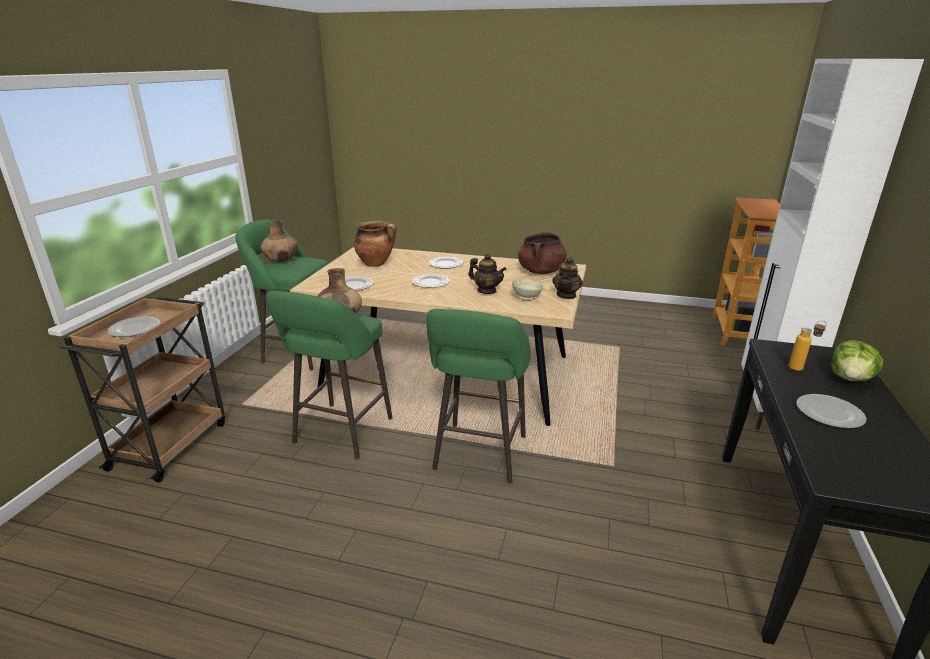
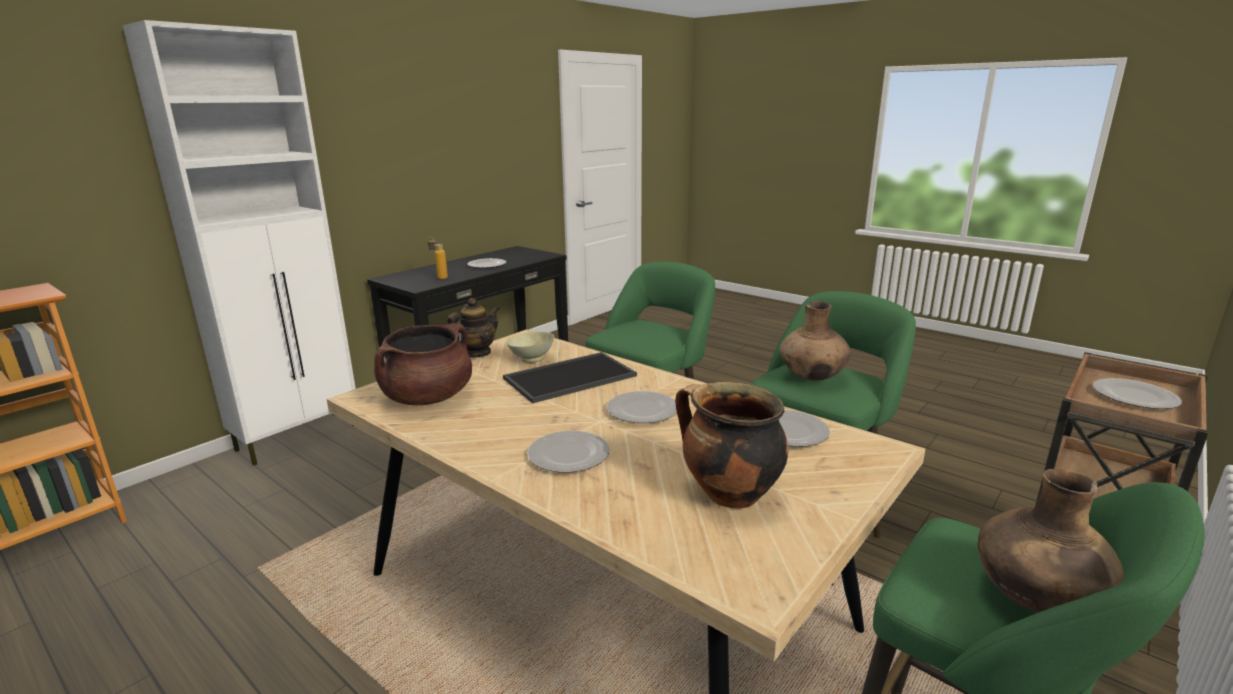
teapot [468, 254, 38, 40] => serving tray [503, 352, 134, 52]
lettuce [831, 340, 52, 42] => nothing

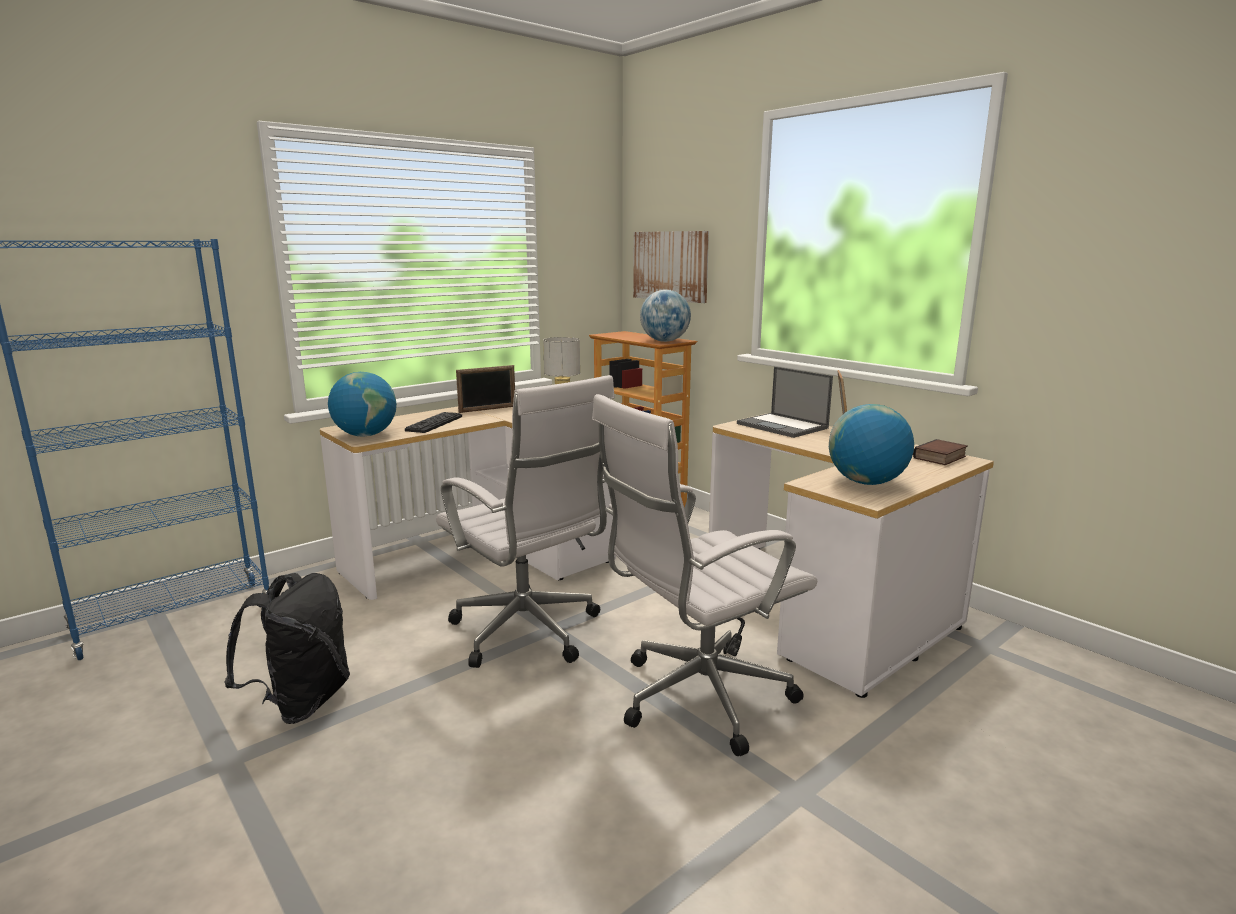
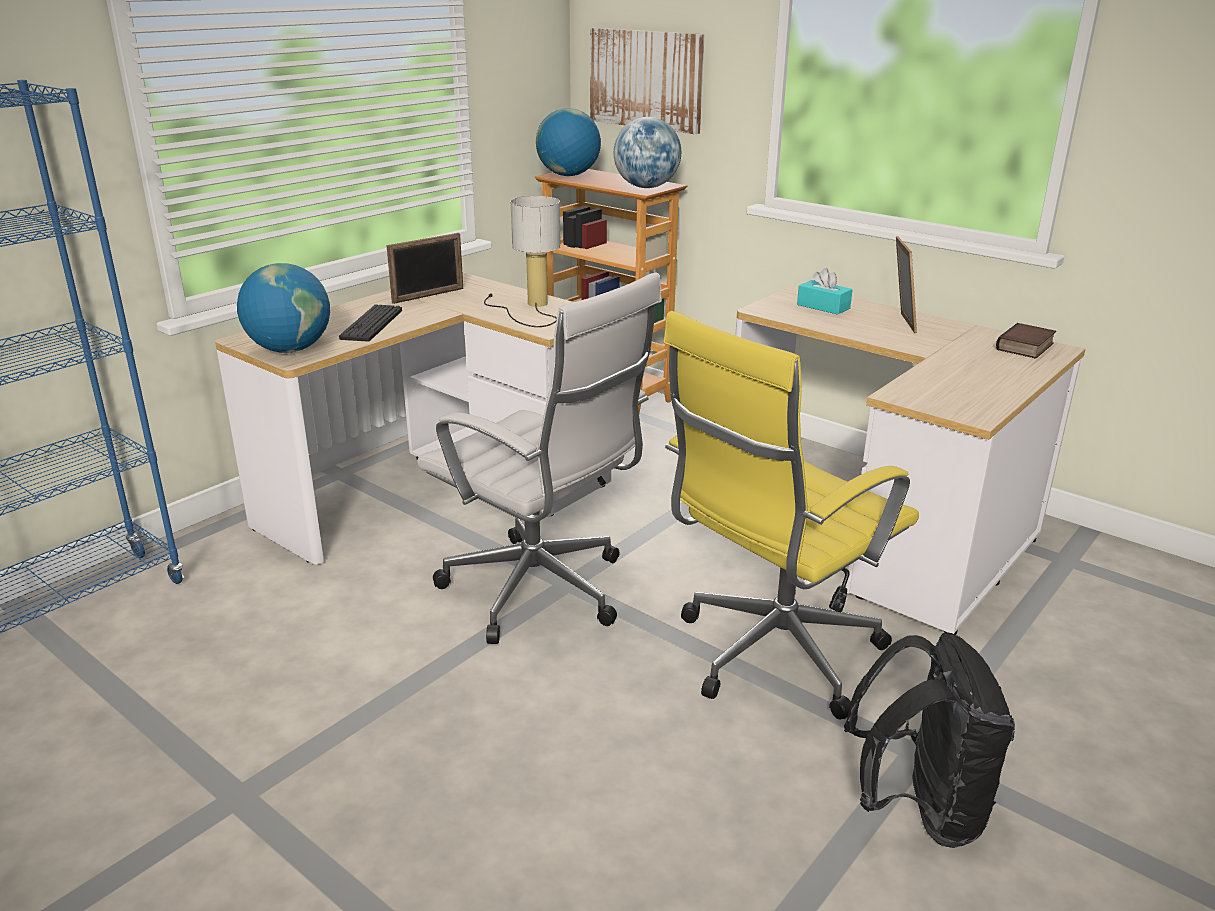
notebook computer [737, 367, 96, 71] => tissue holder (turquoise-coloured) [797, 268, 56, 47]
computer chair (whitish) [592, 394, 225, 362] => computer chair (yellowish) [663, 311, 256, 408]
world globe [829, 404, 85, 81] => world globe [536, 108, 65, 68], relocated
backpack (black-coloured) [224, 573, 126, 151] => backpack (black-coloured) [844, 632, 171, 216], relocated

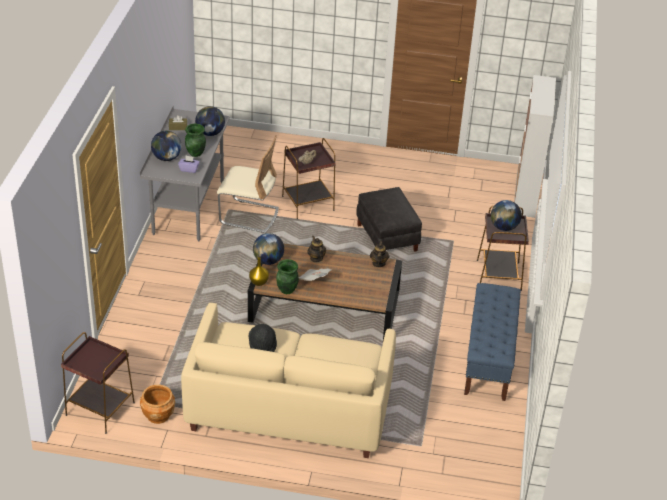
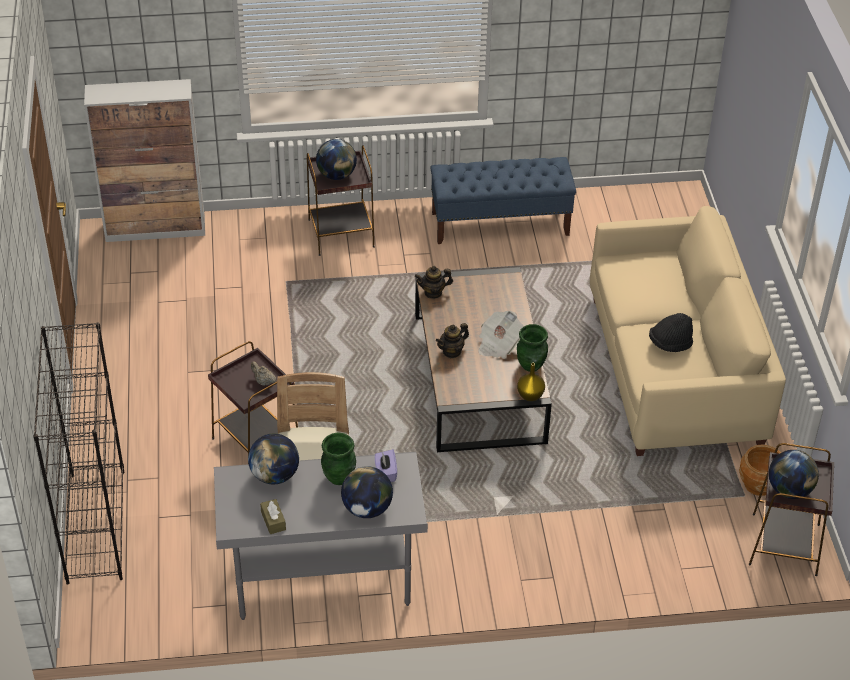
ottoman (black-coloured) [356, 187, 66, 64] => nothing
world globe [253, 233, 31, 32] => world globe [769, 450, 50, 49], relocated
nothing => bookcase (black-coloured) [33, 322, 92, 263]

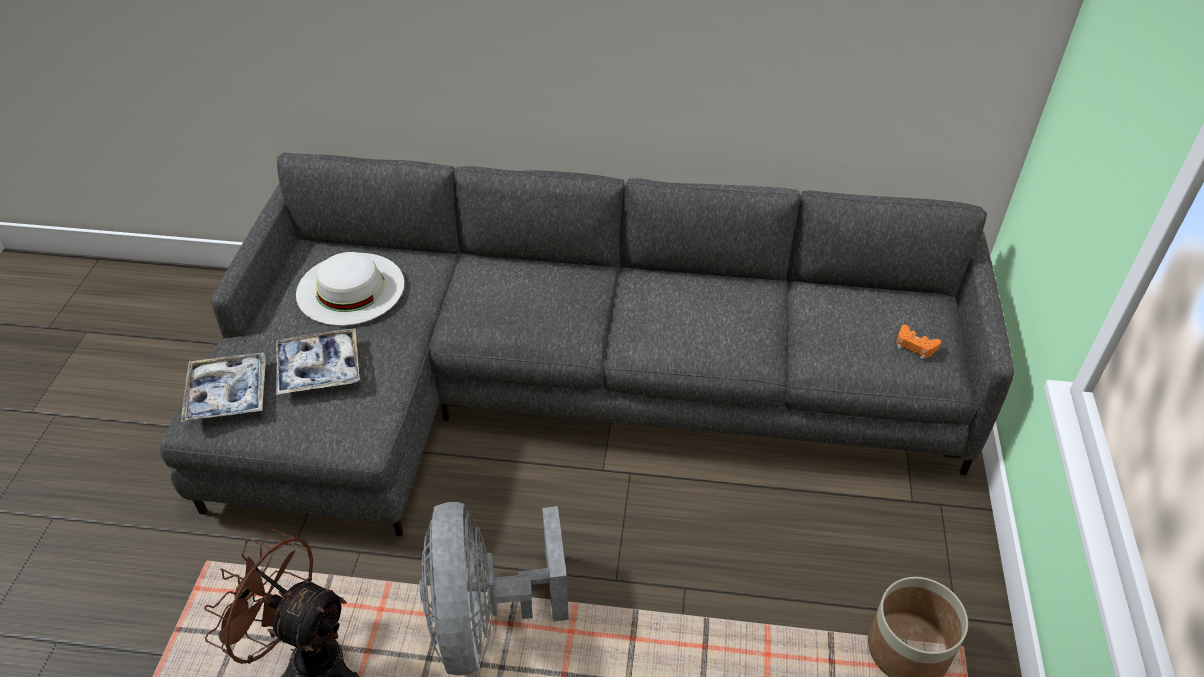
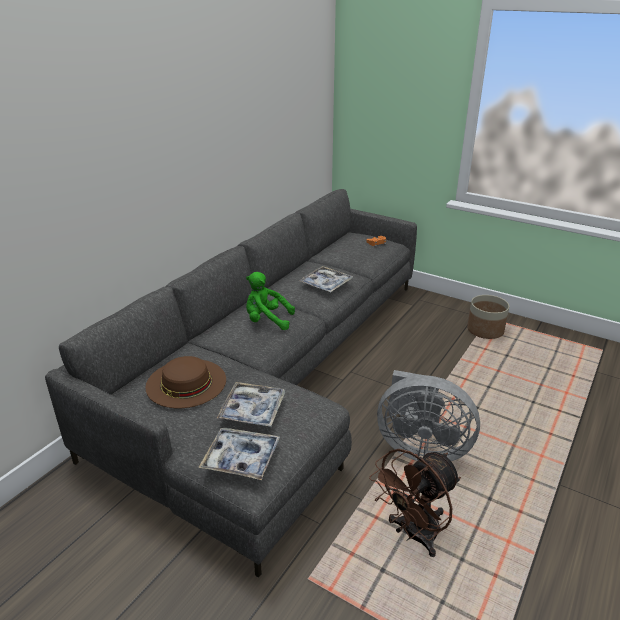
clothing hat (whitish) [296, 252, 108, 74] => clothing hat (brown-coloured) [145, 356, 81, 52]
nothing => serving tray [299, 266, 54, 26]
nothing => cuddly toy (green) [246, 272, 49, 58]

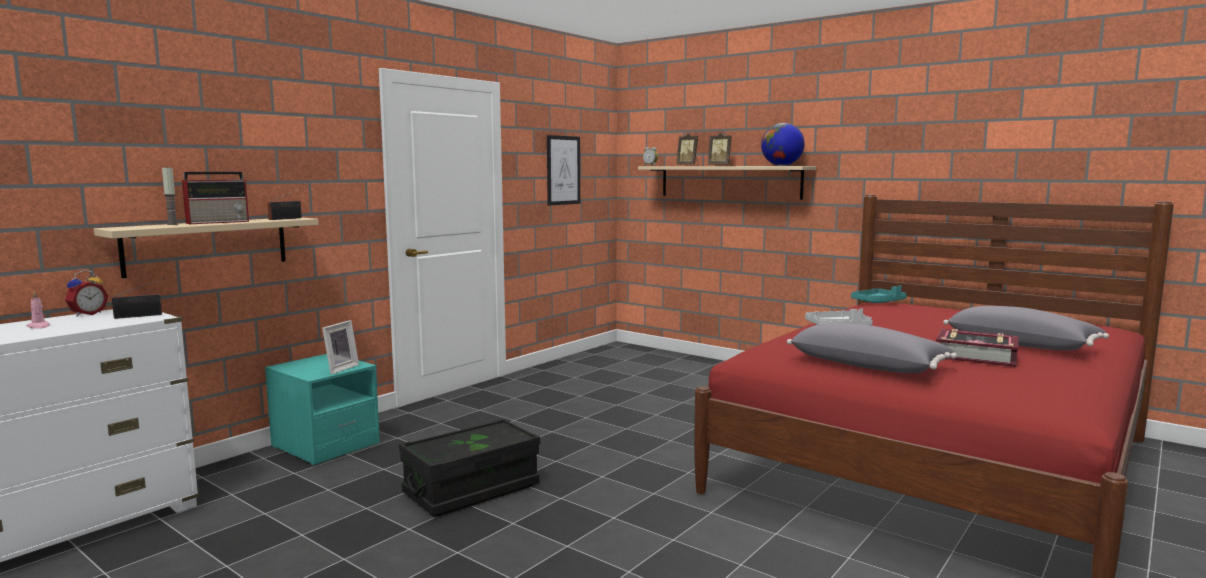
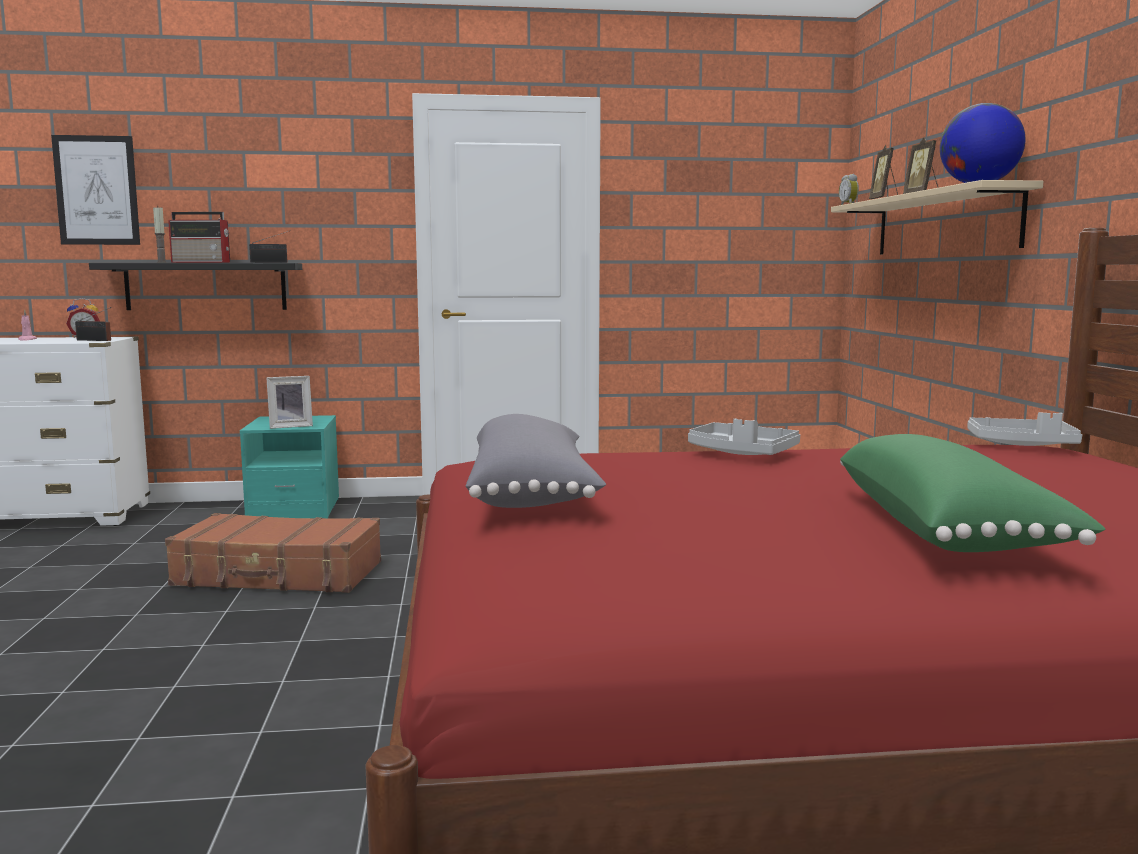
wall art [547, 135, 33, 71] => wall art [51, 135, 89, 110], relocated
wall shelf (beige-coloured) [94, 218, 225, 60] => wall shelf (black-coloured) [89, 263, 213, 47]
serving tray (turquoise-coloured) [851, 285, 56, 18] => serving tray (greyish) [967, 412, 115, 34]
pillow (greyish) [943, 306, 166, 45] => pillow (green) [840, 434, 265, 118]
bound book [936, 329, 83, 38] => nothing
storage box (black-coloured) [399, 418, 141, 99] => suitcase (brown-coloured) [165, 513, 216, 80]

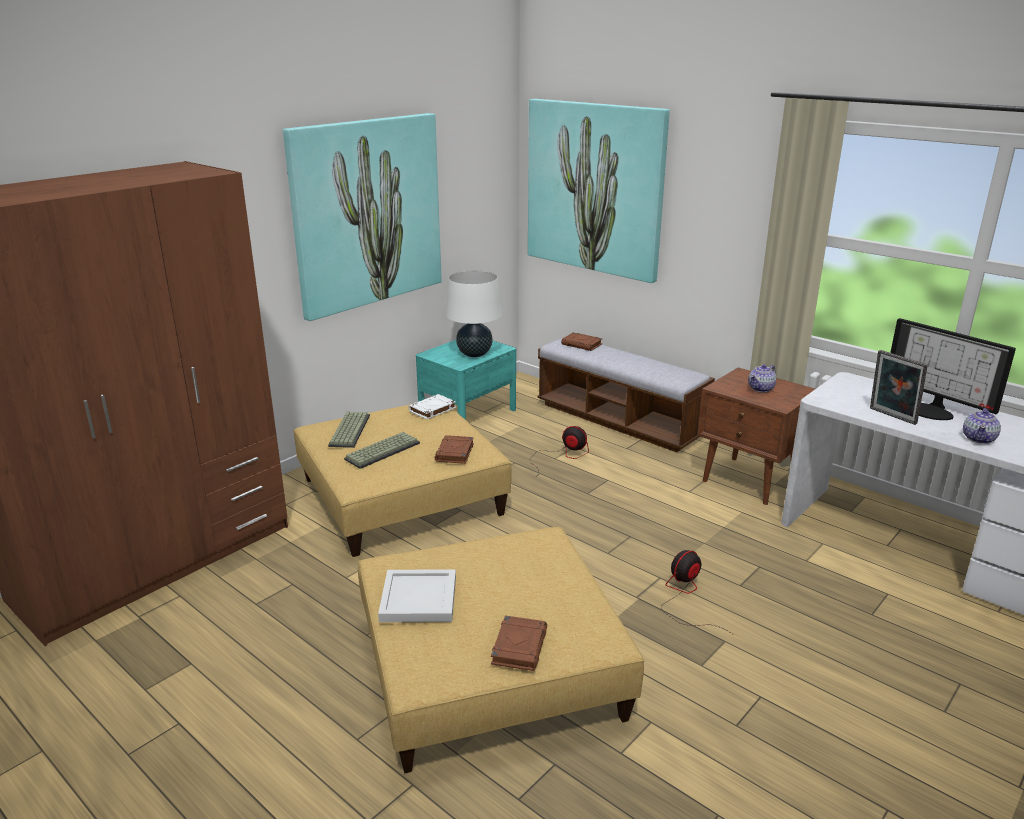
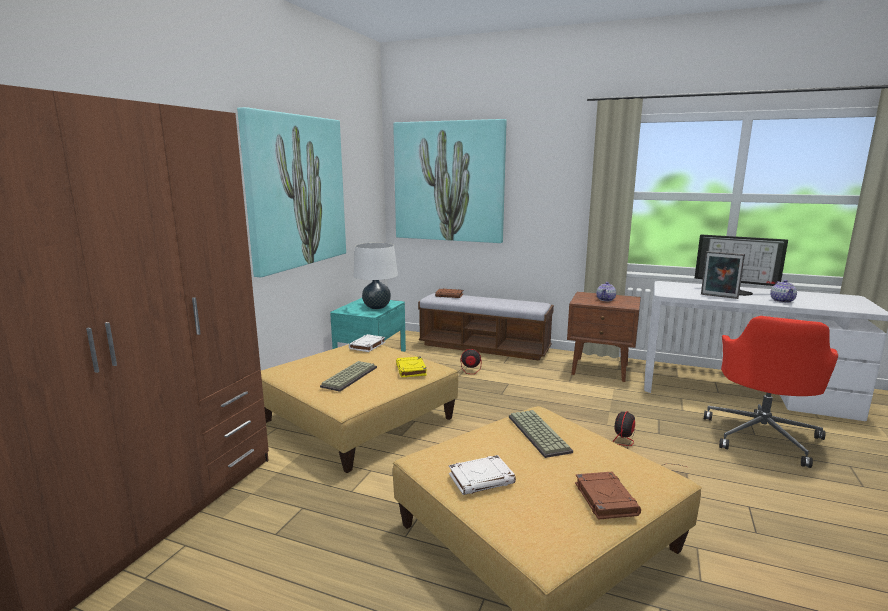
PC keyboard [328, 412, 42, 36] => PC keyboard [509, 410, 64, 48], relocated
bound book (brown-coloured) [435, 435, 39, 29] => bound book (yellowish) [396, 356, 31, 21]
serving tray (whitish) [378, 569, 78, 53] => bound book (whitish) [449, 455, 67, 40]
nothing => computer chair (red) [704, 316, 134, 152]

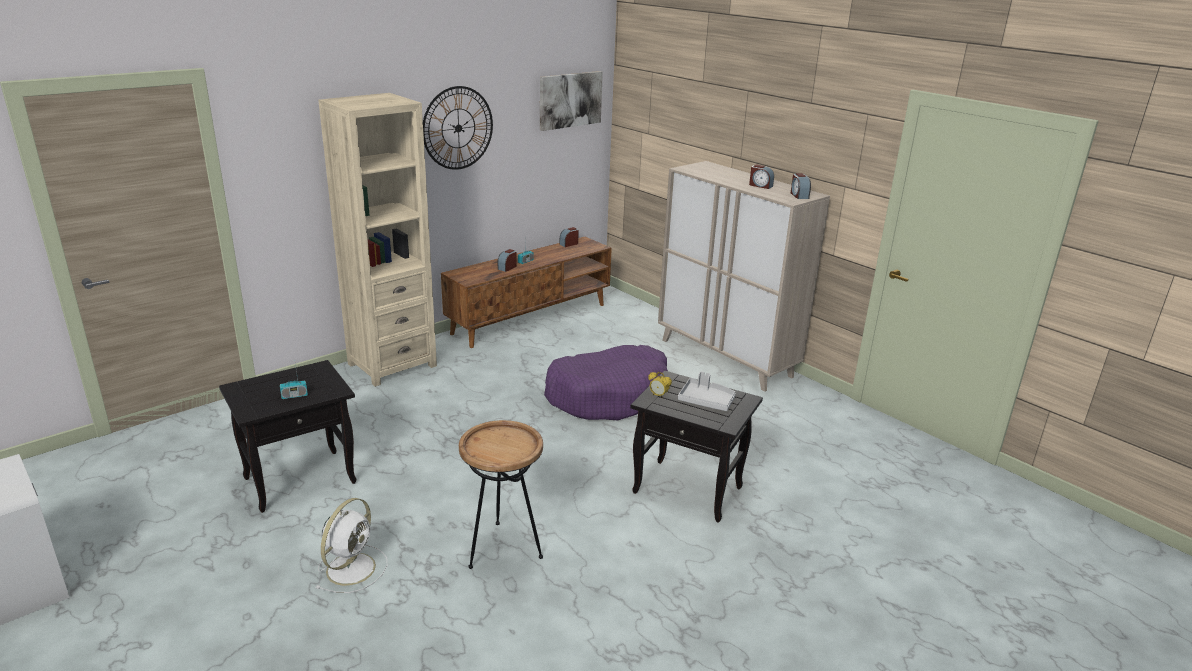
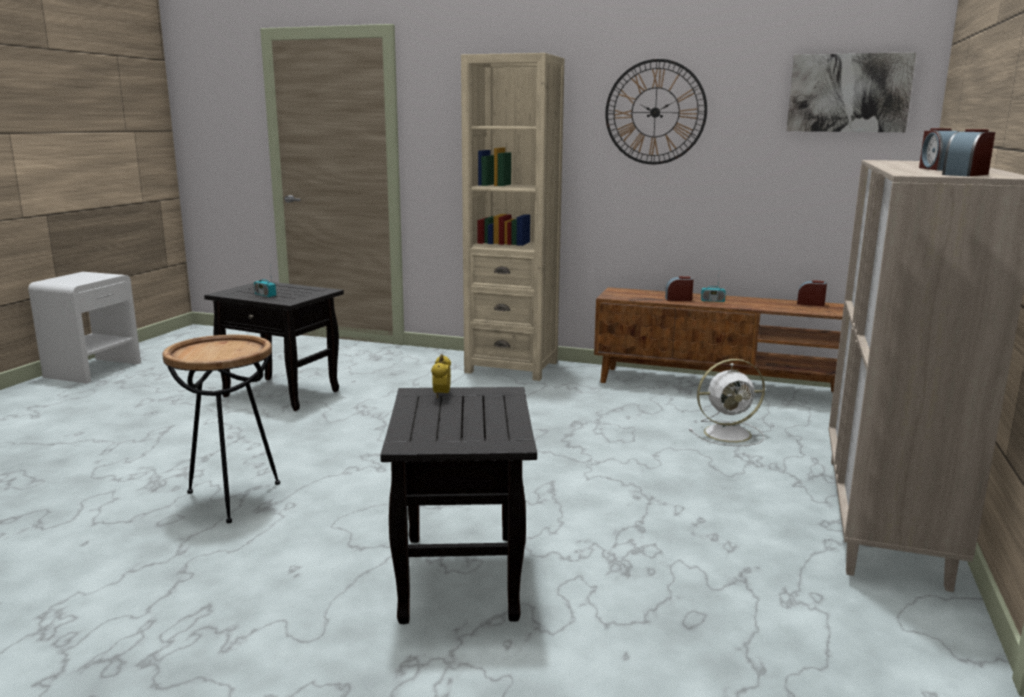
dog bed (purple-coloured) [544, 345, 124, 75] => nothing
serving tray (greyish) [678, 372, 58, 39] => nothing
cooling fan (whitish) [316, 498, 72, 95] => cooling fan (whitish) [689, 359, 76, 87], relocated

